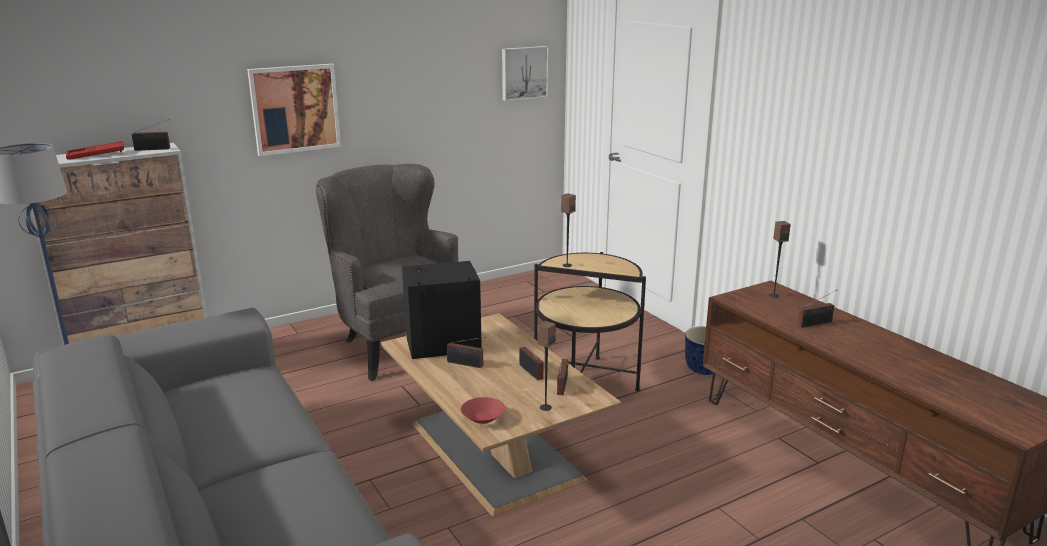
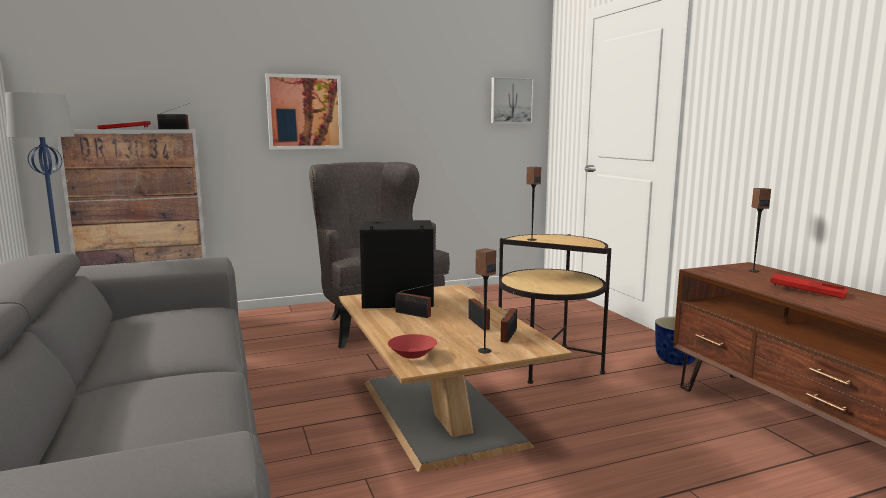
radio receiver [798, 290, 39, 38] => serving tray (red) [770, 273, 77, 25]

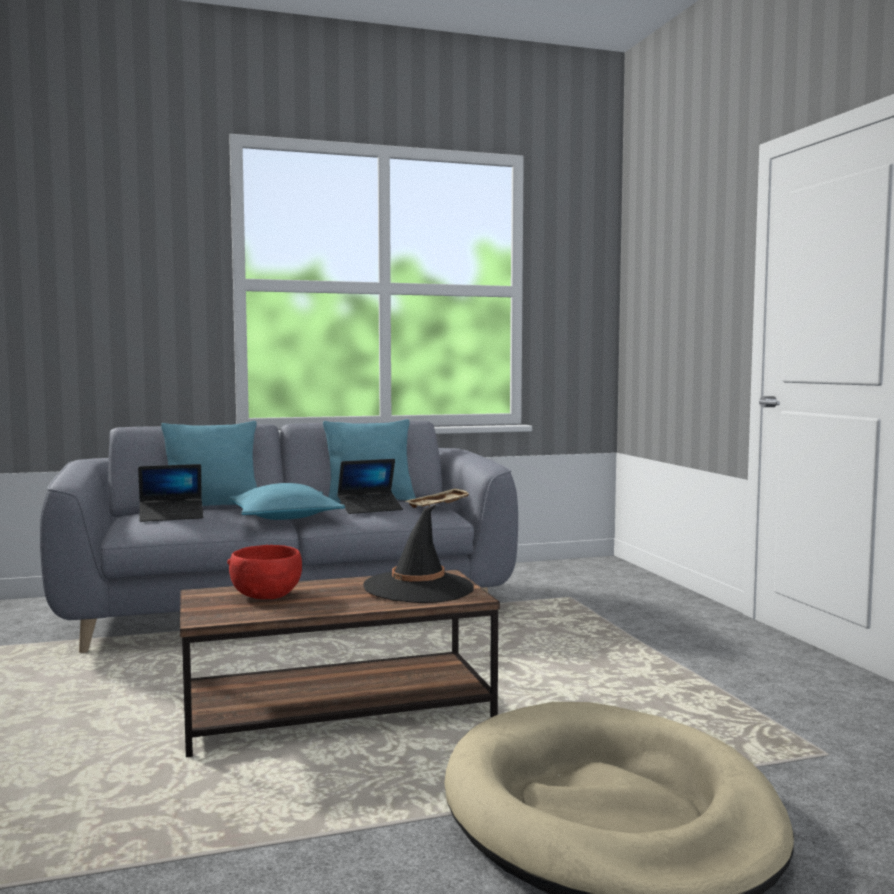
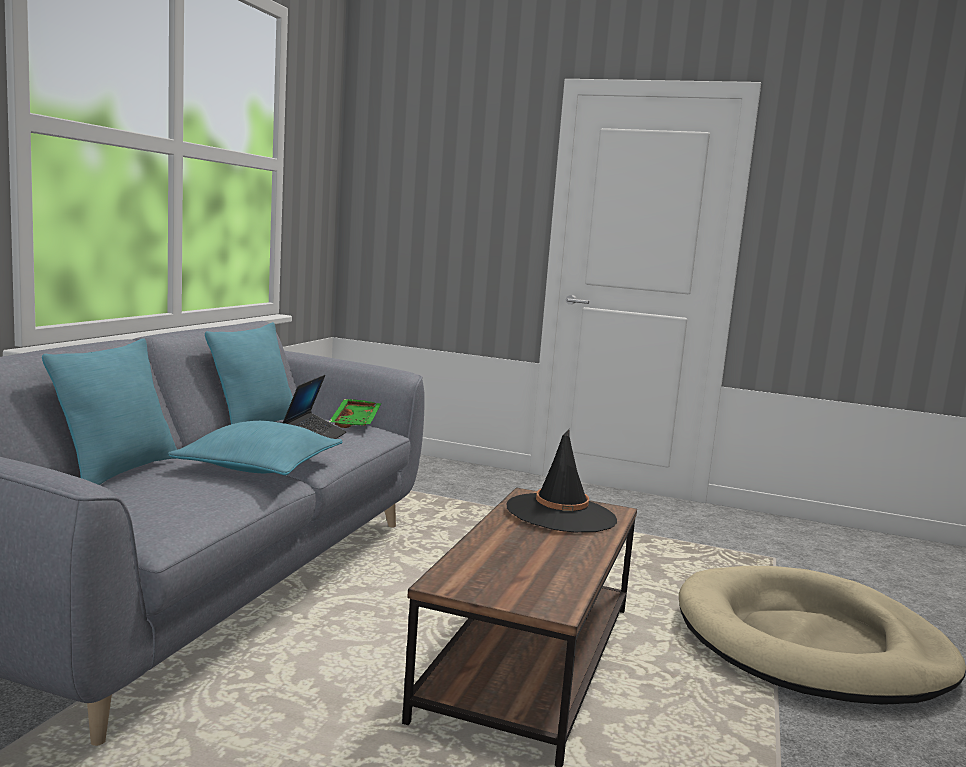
notebook computer [138, 464, 65, 58] => nothing
serving tray (beige-coloured) [405, 488, 65, 20] => serving tray (green) [329, 399, 52, 29]
deep dish (red) [227, 545, 75, 54] => nothing

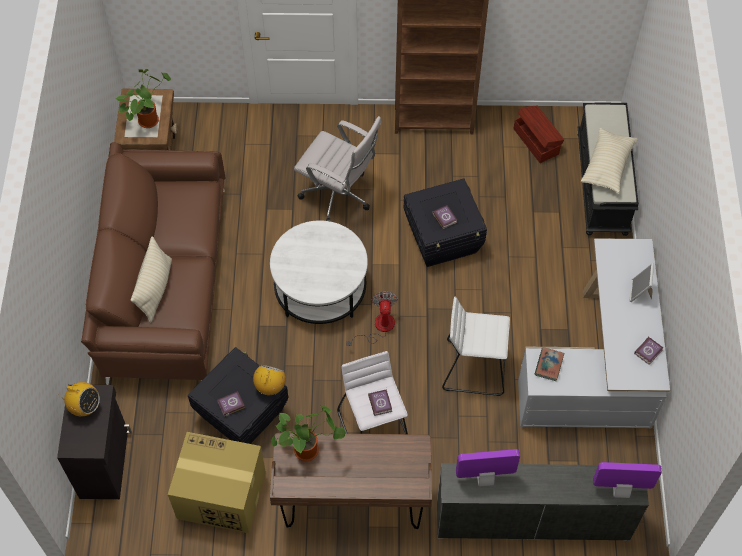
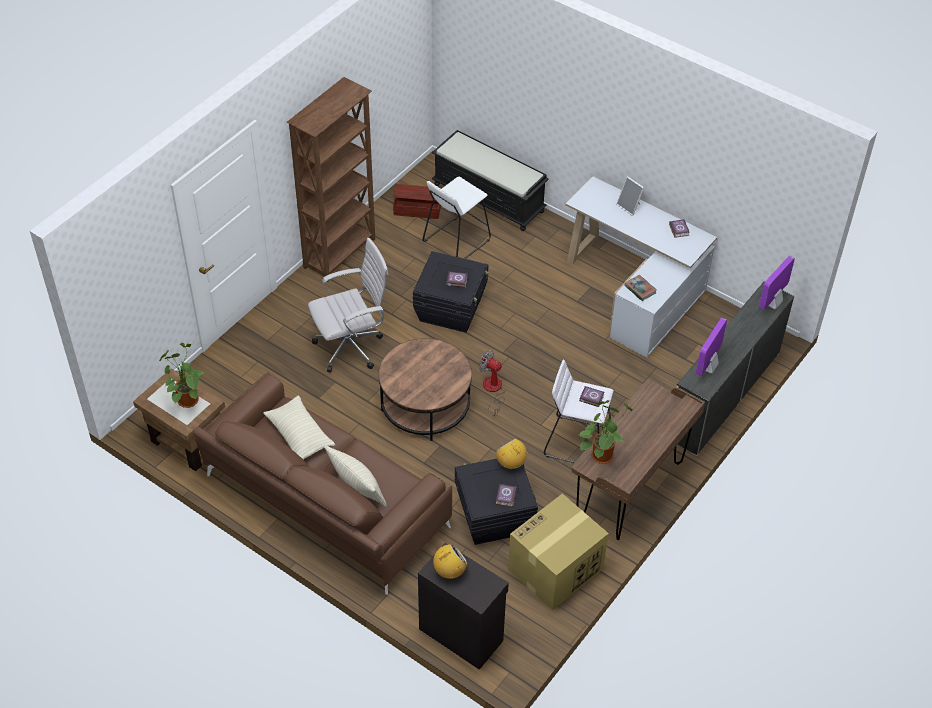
pillow (beige-coloured) [581, 128, 56, 66] => pillow (beige-coloured) [264, 395, 71, 65], relocated
low table (whitish) [270, 220, 98, 104] => low table (brown-coloured) [378, 338, 94, 103]
stool seat (whitish) [442, 297, 68, 99] => stool seat (whitish) [422, 177, 69, 82], relocated

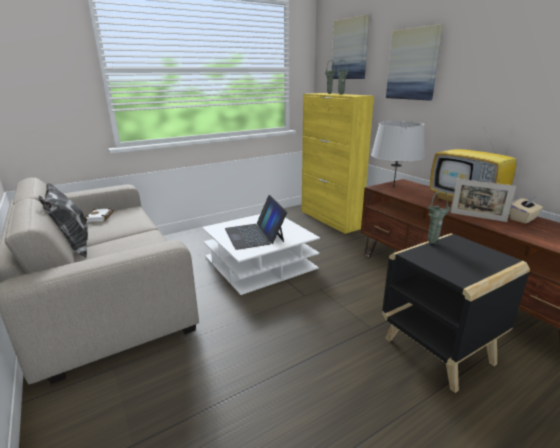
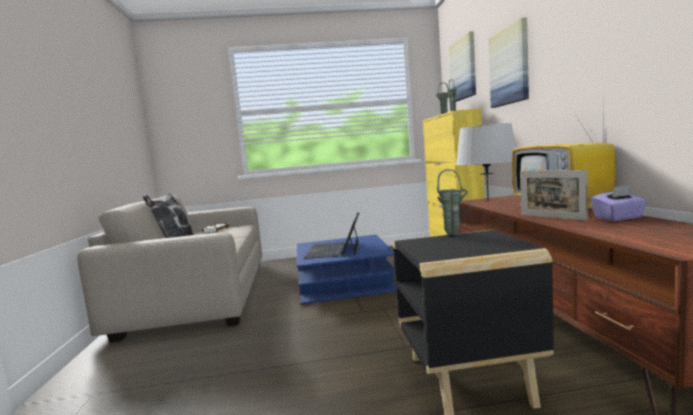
tissue holder (beige-coloured) [510, 197, 33, 27] => tissue holder (purple-coloured) [590, 185, 58, 36]
low table (whitish) [202, 214, 118, 81] => low table (bluish) [297, 235, 99, 69]

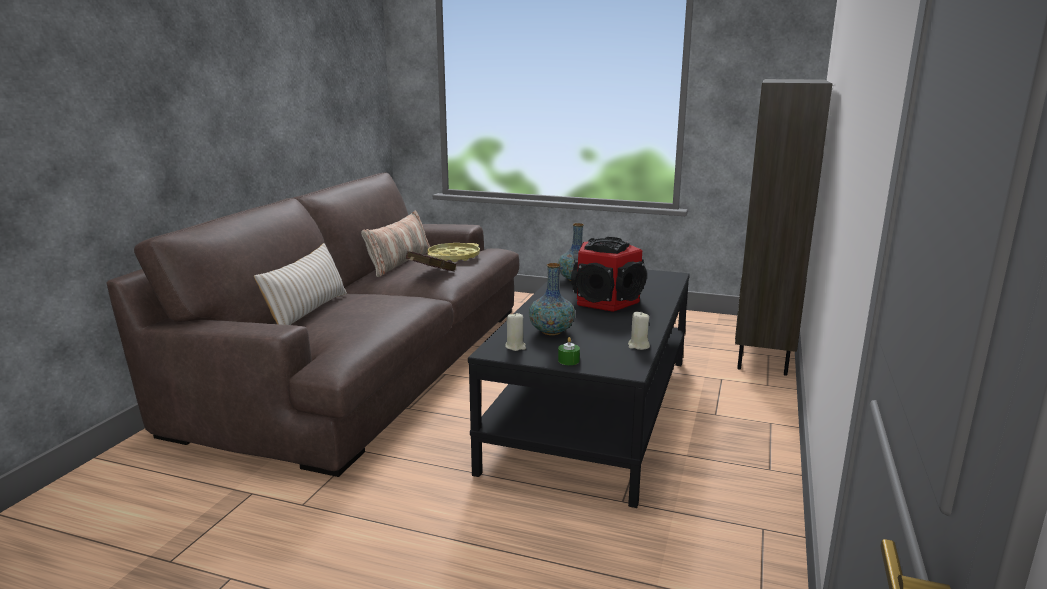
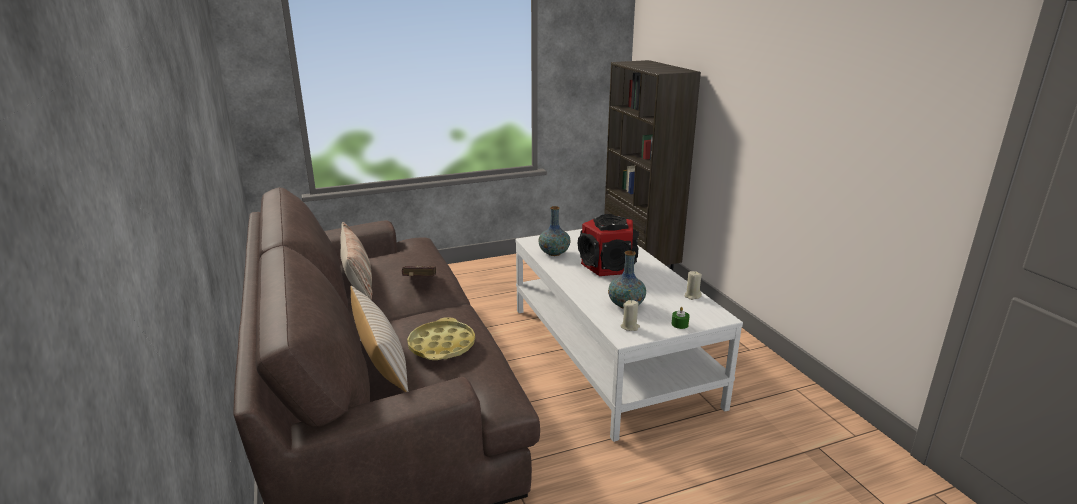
serving tray (yellowish) [428, 243, 52, 19] => serving tray (yellowish) [407, 317, 68, 43], relocated
low table (black-coloured) [468, 270, 222, 238] => low table (whitish) [515, 229, 228, 213]

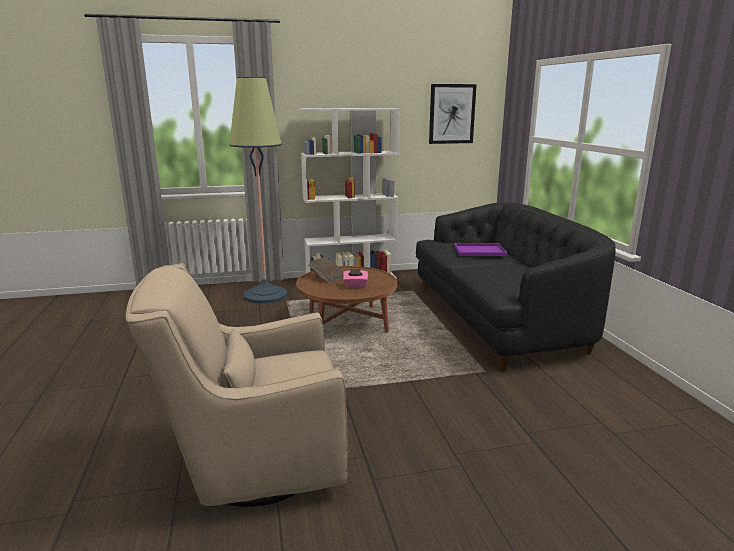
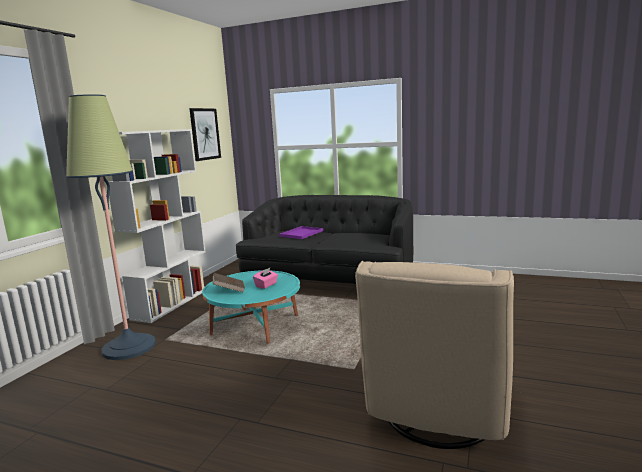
low table (brown-coloured) [296, 266, 101, 67] => low table (turquoise-coloured) [202, 270, 98, 74]

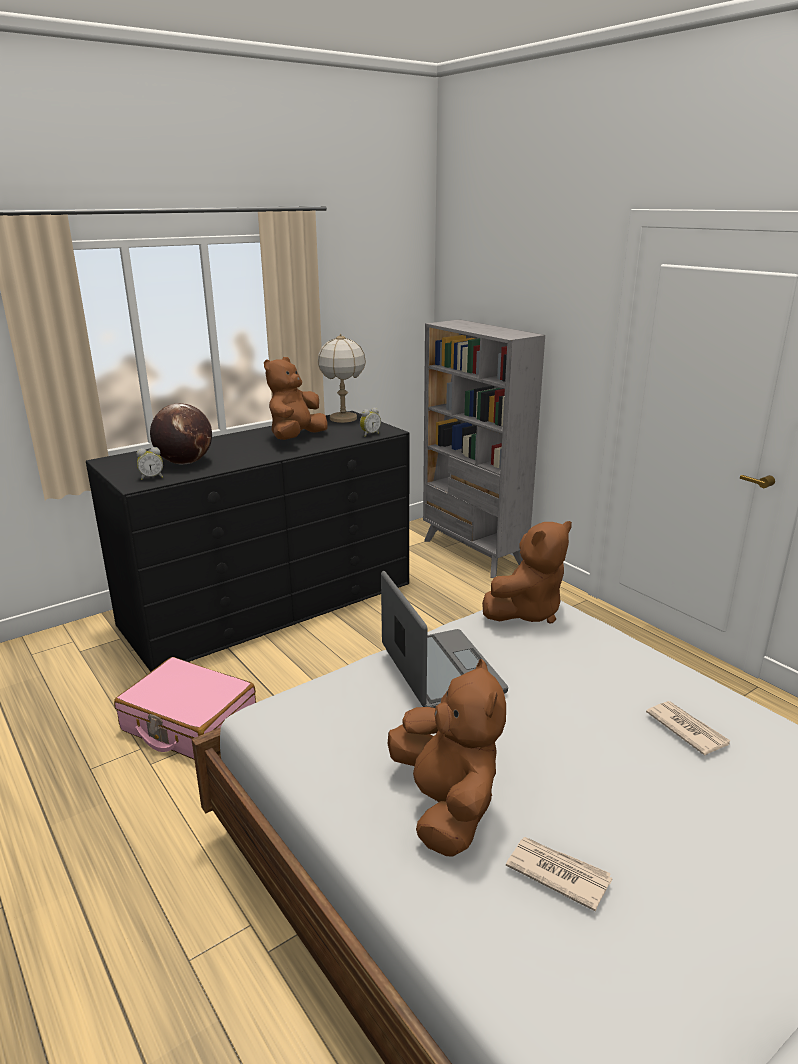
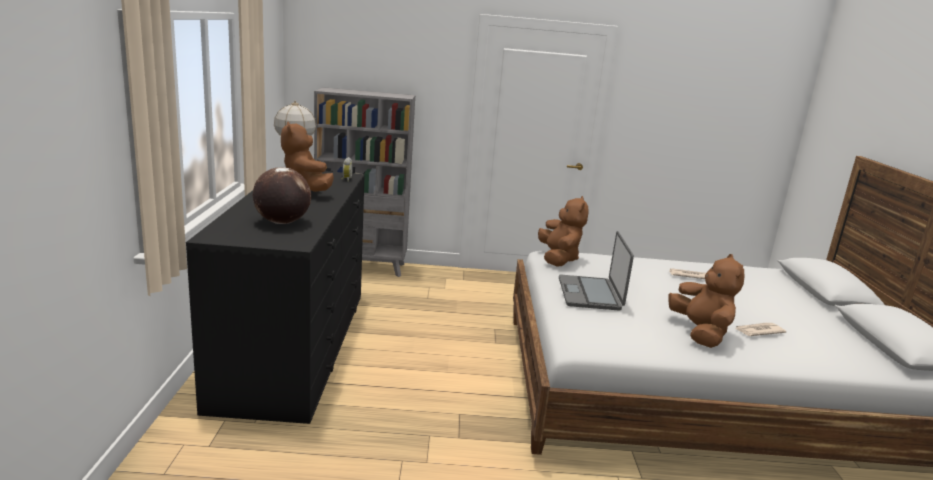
table clock [136, 447, 27, 33] => nothing
notebook computer [381, 571, 127, 137] => notebook computer [559, 231, 75, 80], 105 degrees counterclockwise
suitcase (pink) [114, 657, 142, 102] => nothing
cuddly toy (brown-coloured) [388, 659, 118, 197] => cuddly toy (brown-coloured) [668, 254, 76, 94], 60 degrees clockwise

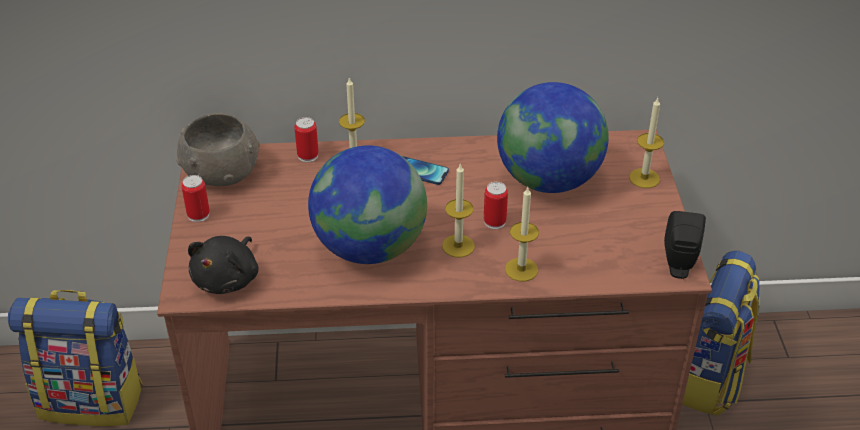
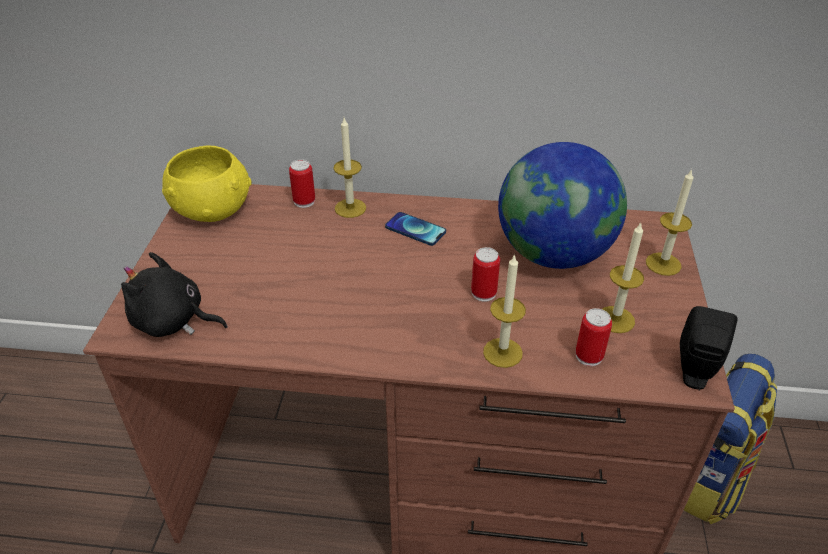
deep dish (greyish) [176, 113, 84, 73] => deep dish (yellowish) [162, 145, 90, 77]
world globe [308, 145, 119, 119] => nothing
wax candle [442, 163, 33, 95] => wax candle [602, 223, 42, 110], relocated
metal can [182, 175, 28, 47] => metal can [576, 308, 36, 58], relocated
cuddly toy (black-coloured) [188, 236, 71, 58] => cuddly toy (black-coloured) [121, 252, 107, 85], 75 degrees clockwise
backpack [8, 290, 135, 136] => nothing

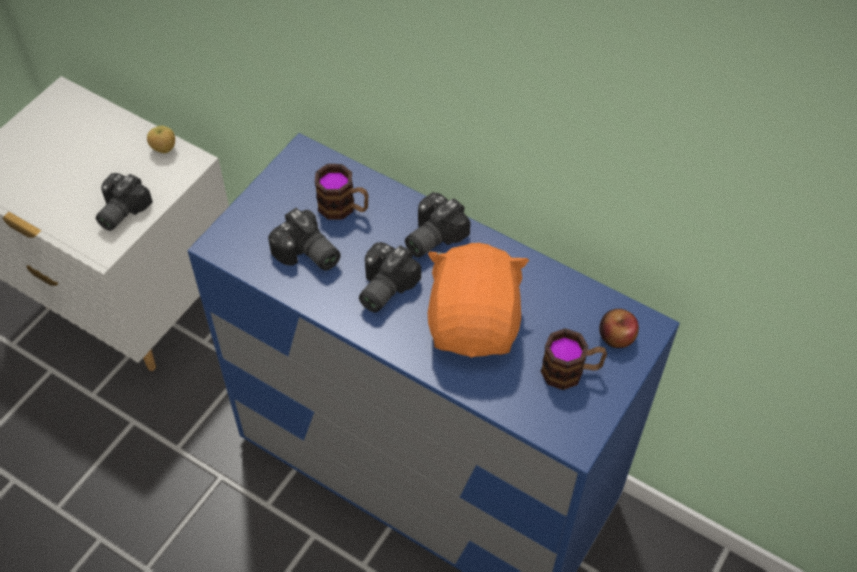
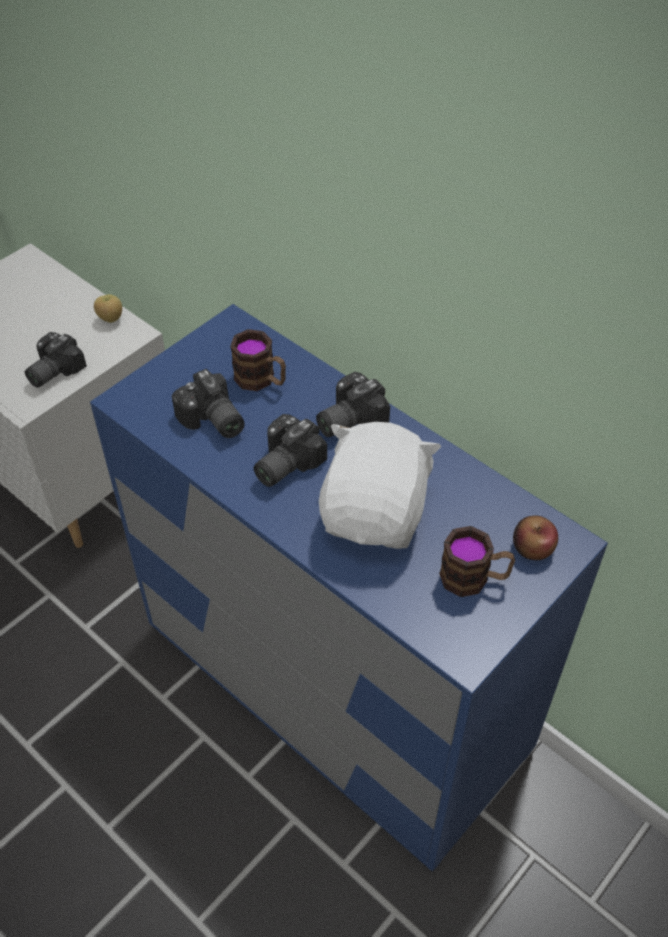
cuddly toy (orangey) [428, 243, 101, 115] => cuddly toy (whitish) [319, 422, 122, 127]

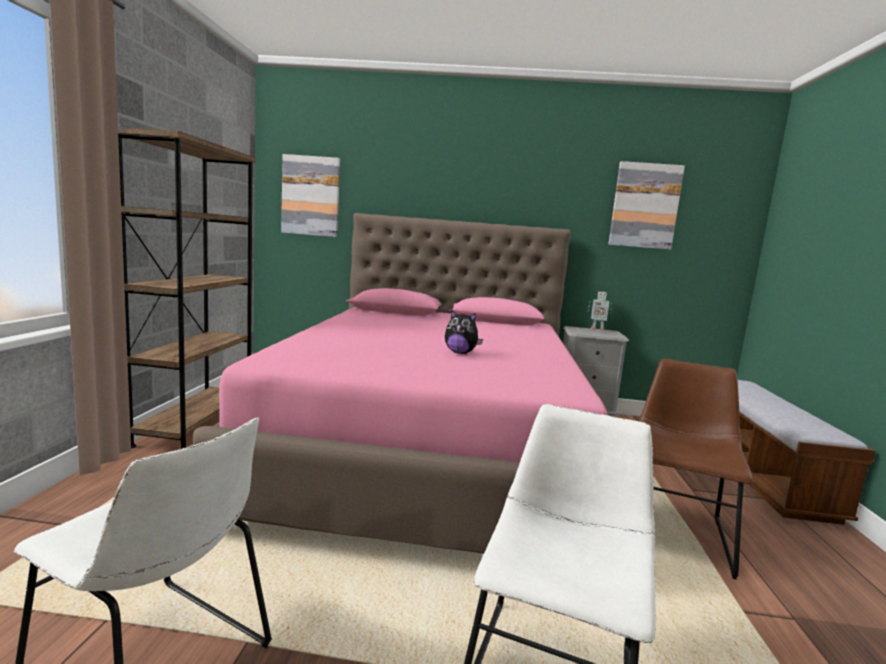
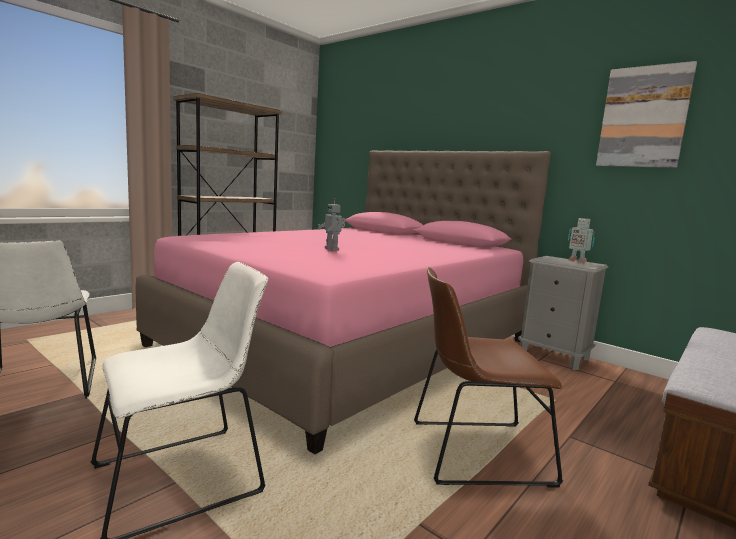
wall art [281, 154, 59, 83] => nothing
cuddly toy [445, 310, 38, 44] => toy robot [318, 198, 27, 53]
upright chair (brown-coloured) [639, 359, 114, 221] => upright chair (brown-coloured) [414, 267, 149, 221], 150 degrees counterclockwise

